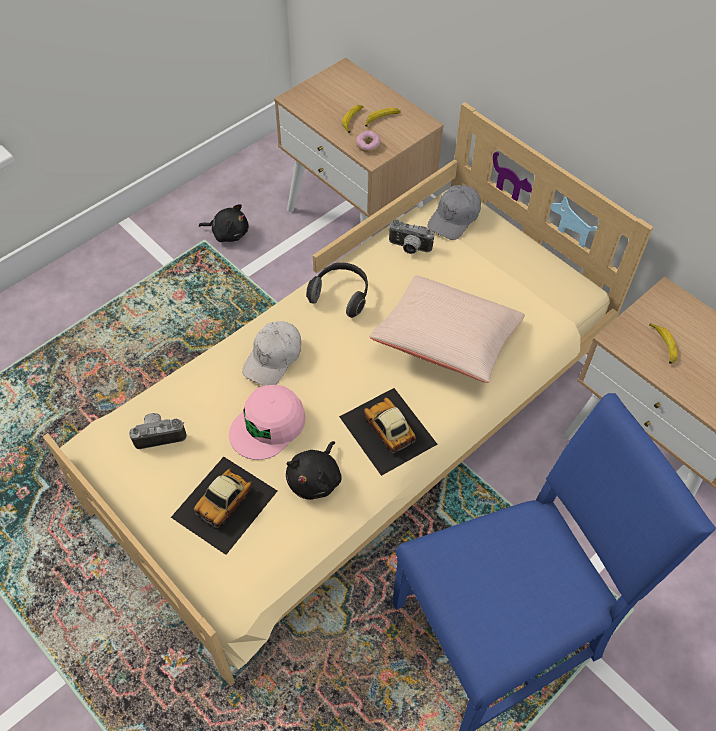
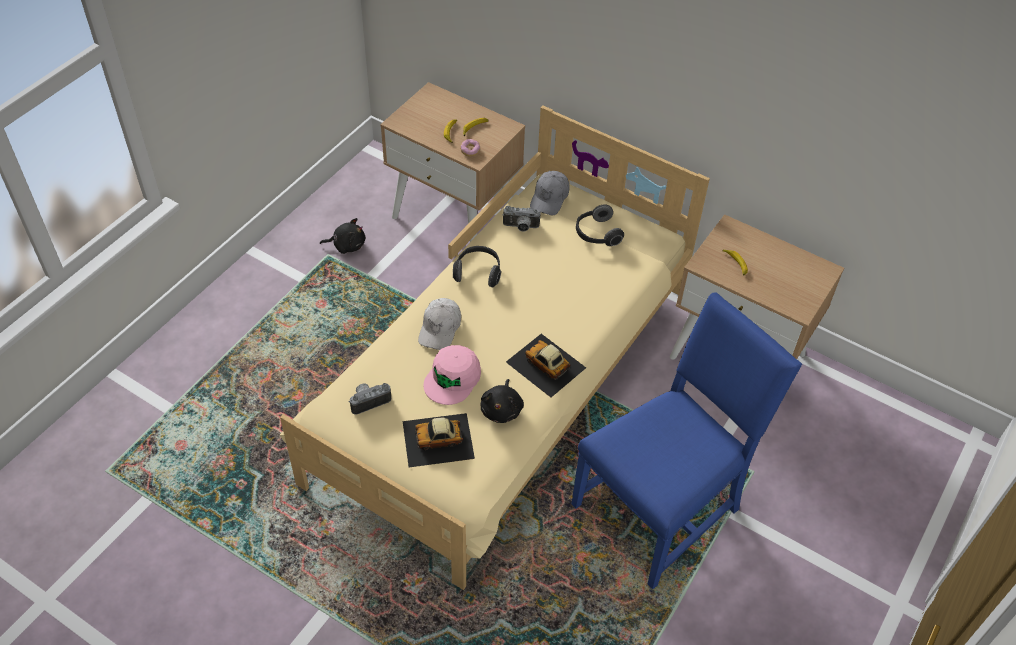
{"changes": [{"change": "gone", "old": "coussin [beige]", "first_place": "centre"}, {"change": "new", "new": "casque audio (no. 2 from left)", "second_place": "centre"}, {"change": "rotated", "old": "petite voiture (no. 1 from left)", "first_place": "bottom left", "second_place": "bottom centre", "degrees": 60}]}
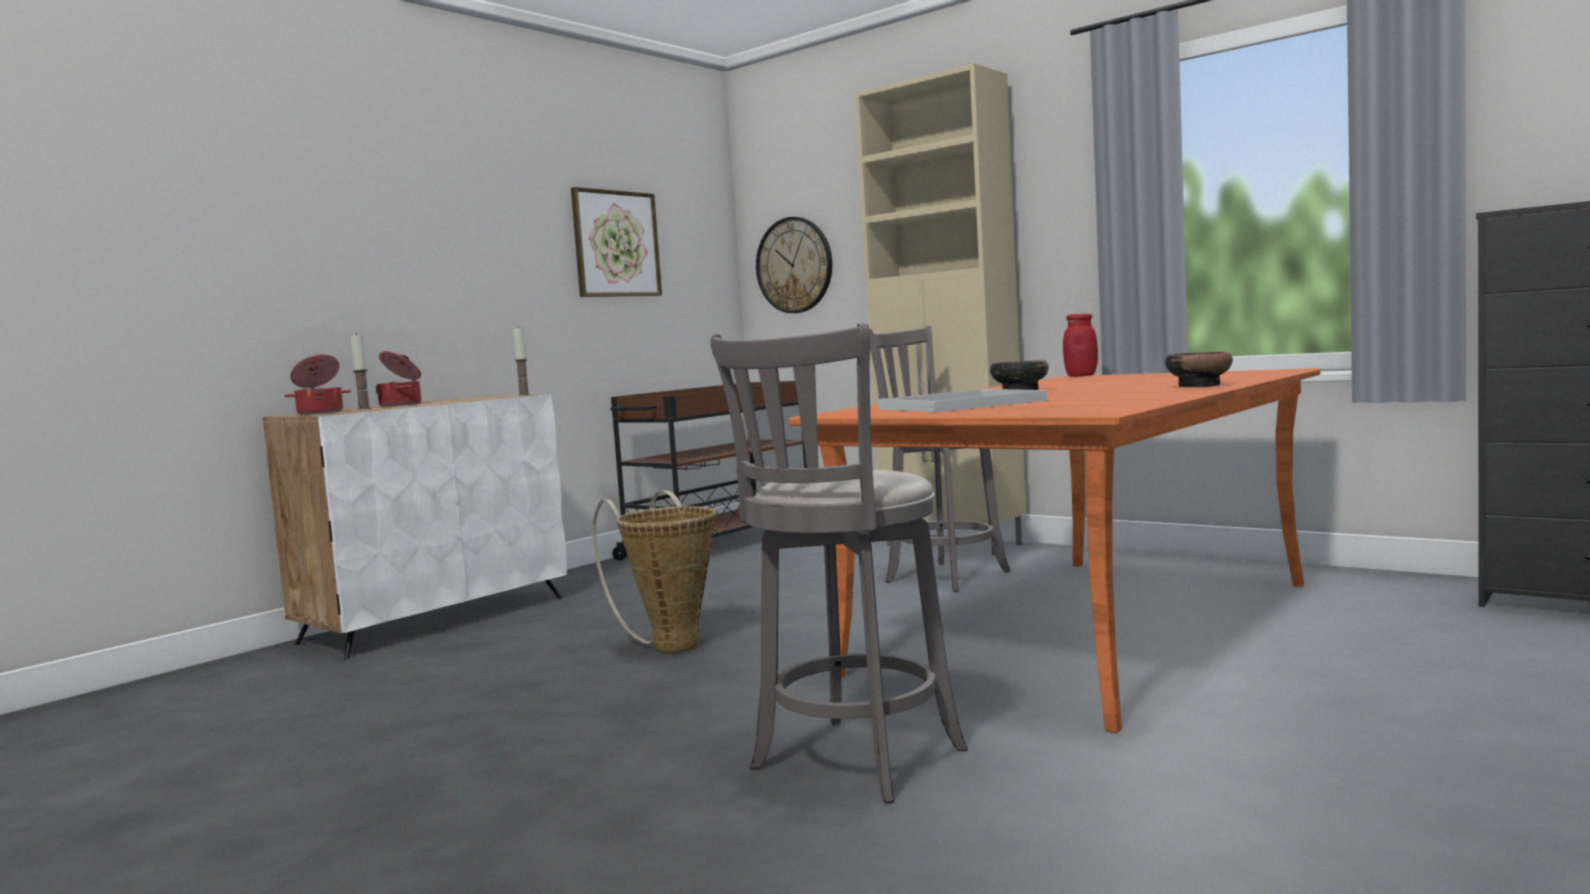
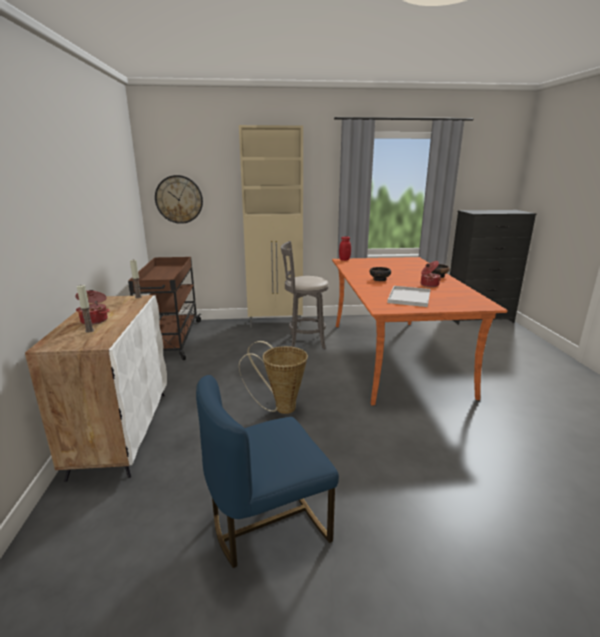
{"changes": [{"change": "gone", "old": "tableau", "first_place": "top centre"}, {"change": "gone", "old": "tabouret [gris] (no. 1 from left)", "first_place": "centre"}, {"change": "new", "new": "chaise [bleu]", "second_place": "bottom centre"}, {"change": "shifted", "old": "marmite (no. 1 from left in the first image)", "new": "marmite (no. 2 from left)", "first_place": "middle left", "second_place": "middle right"}]}
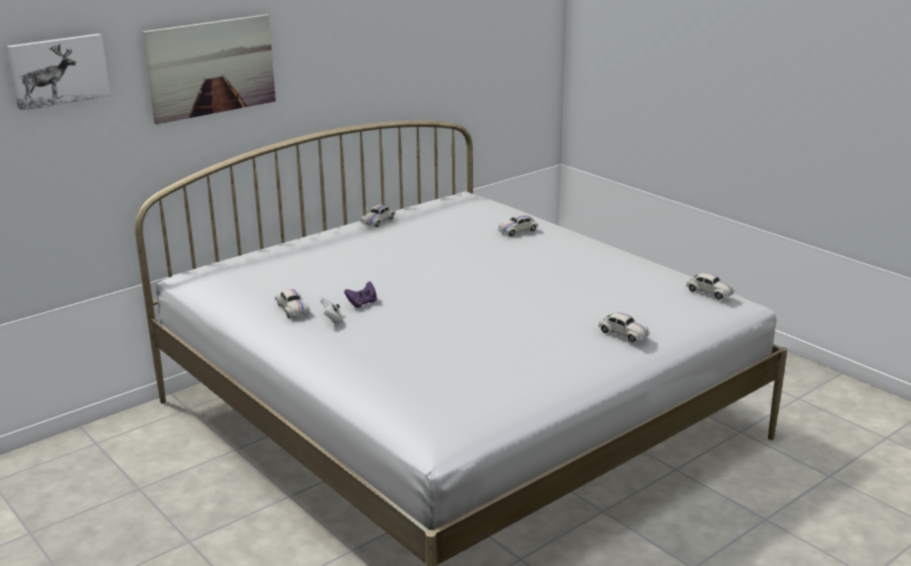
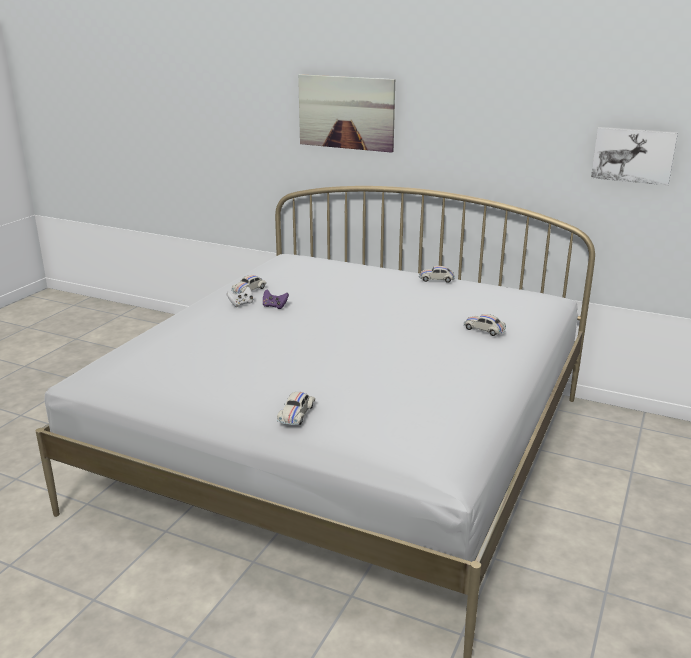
{"changes": [{"change": "gone", "old": "petite voiture [blanc] (no. 5 from left)", "first_place": "middle right"}, {"change": "shifted", "old": "tableau (no. 1 from left in the first image)", "new": "tableau (no. 2 from left)", "first_place": "top left", "second_place": "top right"}]}
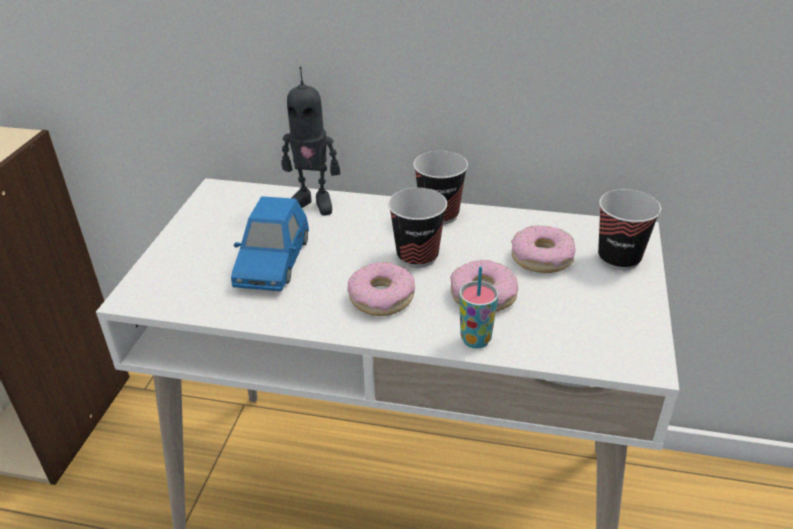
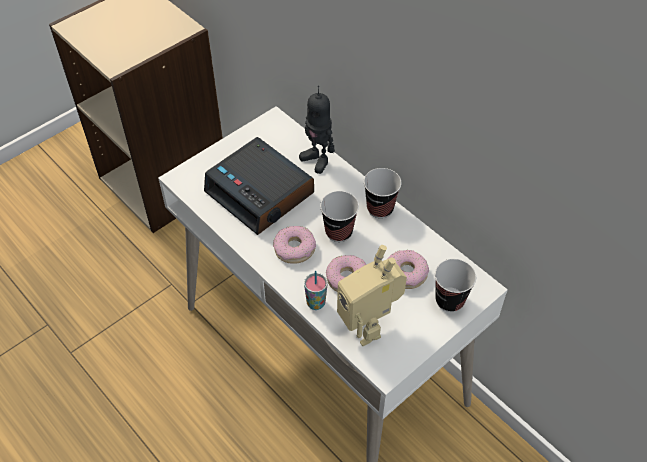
{"changes": [{"change": "new", "new": "robot jouet (no. 2 from left)", "second_place": "centre"}, {"change": "swapped", "old": "petite voiture [bleu]", "new": "réveil", "first_place": "centre", "second_place": "centre"}]}
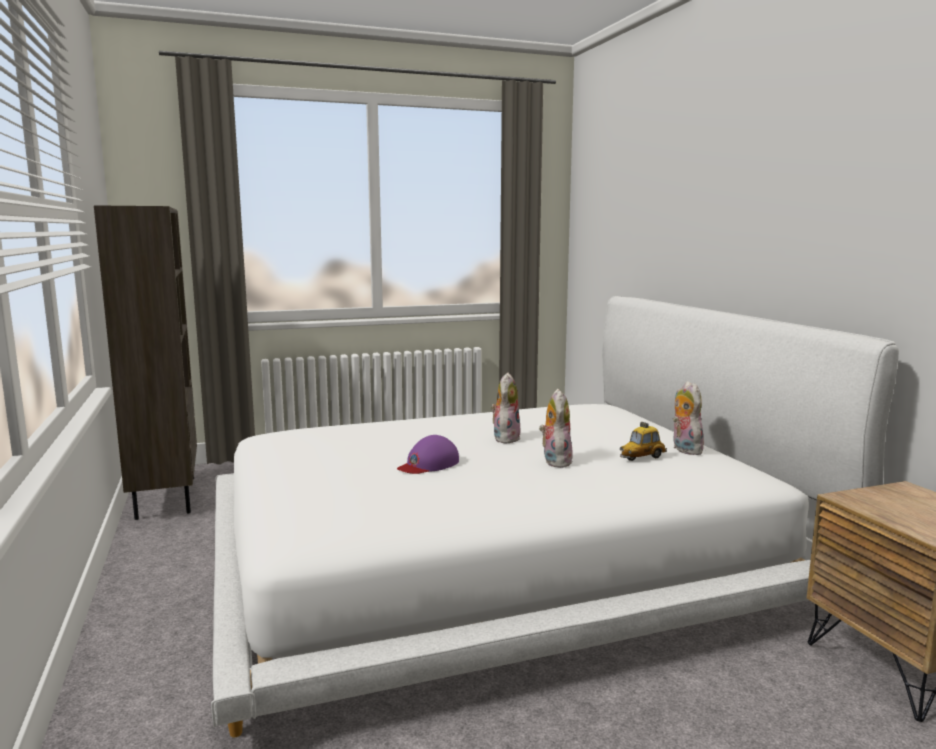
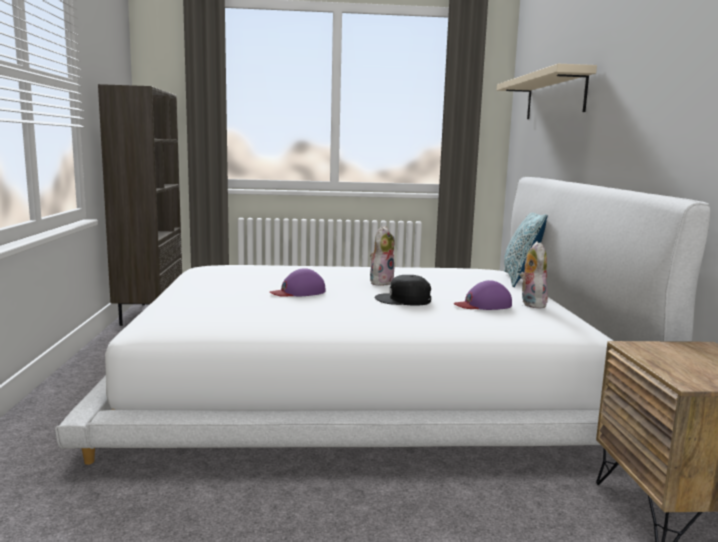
{"changes": [{"change": "new", "new": "étagère [beige]", "second_place": "top right"}, {"change": "new", "new": "coussin", "second_place": "middle right"}, {"change": "swapped", "old": "peluche (no. 2 from left)", "new": "casquette [noir]", "first_place": "centre", "second_place": "centre"}, {"change": "swapped", "old": "petite voiture", "new": "casquette [violet] (no. 2 from left)", "first_place": "middle right", "second_place": "middle right"}]}
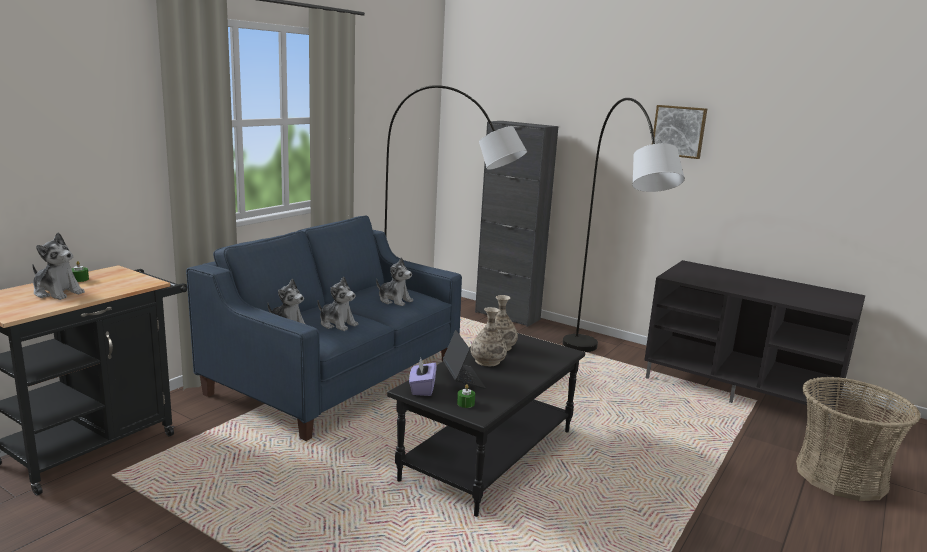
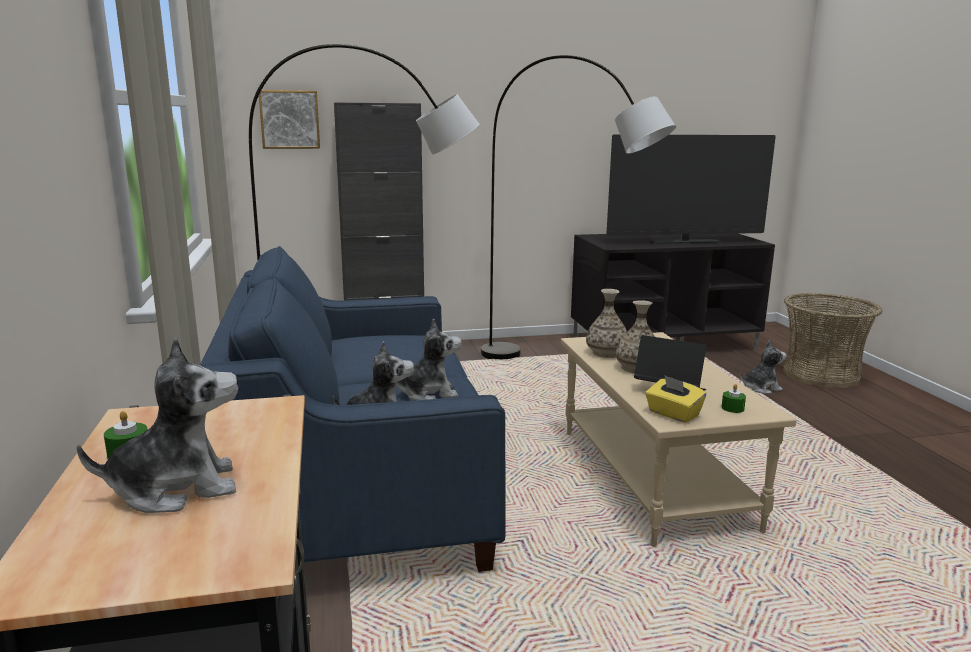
{"changes": [{"change": "new", "new": "téléviseur", "second_place": "top right"}, {"change": "shifted", "old": "peluche (no. 4 from left)", "first_place": "centre", "second_place": "middle right"}, {"change": "shifted", "old": "tableau", "first_place": "top right", "second_place": "top left"}, {"change": "repainted", "old": "table basse [noir]", "new": "table basse [beige]", "first_place": "bottom centre", "second_place": "bottom right"}, {"change": "repainted", "old": "boîte à mouchoirs [violet]", "new": "boîte à mouchoirs [jaune]", "first_place": "bottom centre", "second_place": "middle right"}]}
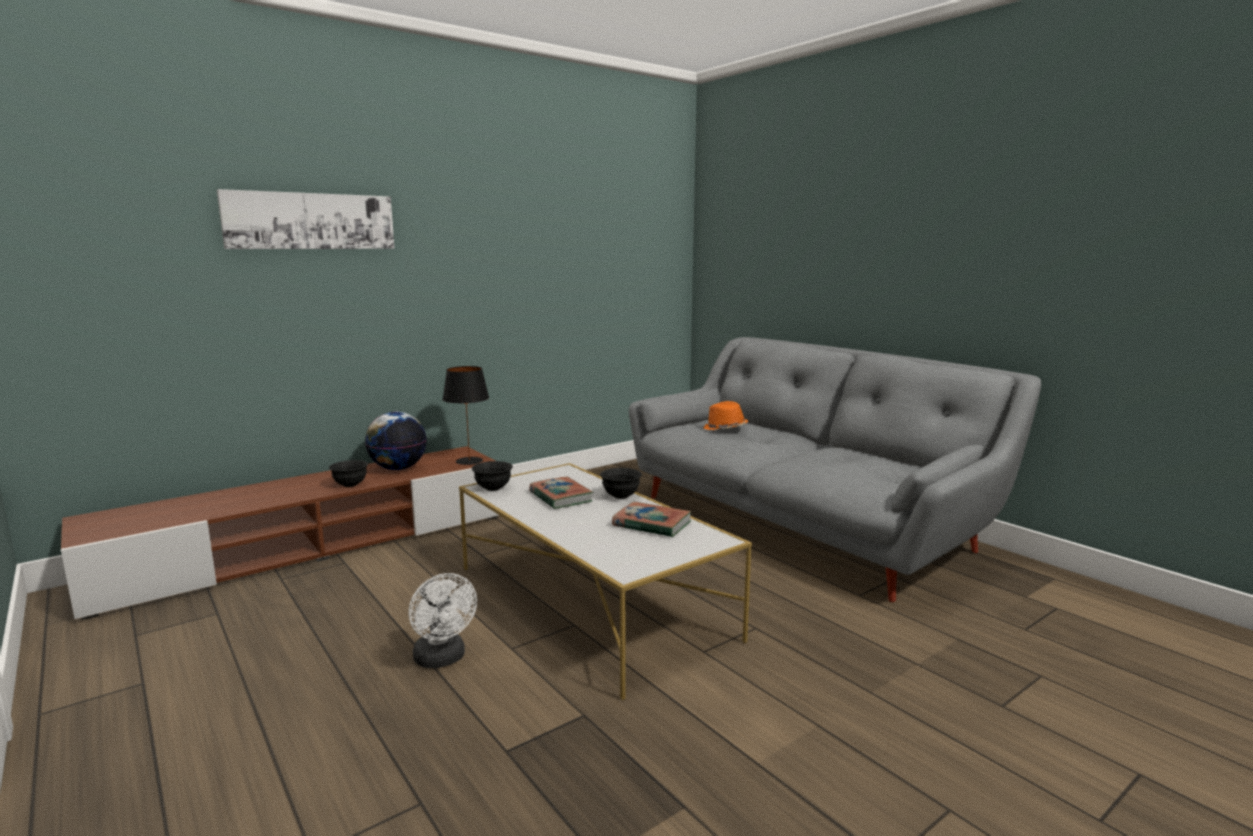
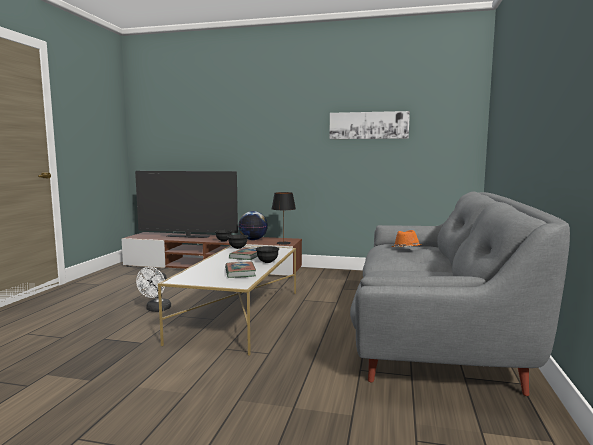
{"changes": [{"change": "new", "new": "téléviseur", "second_place": "middle left"}, {"change": "shifted", "old": "tableau", "first_place": "top left", "second_place": "top centre"}]}
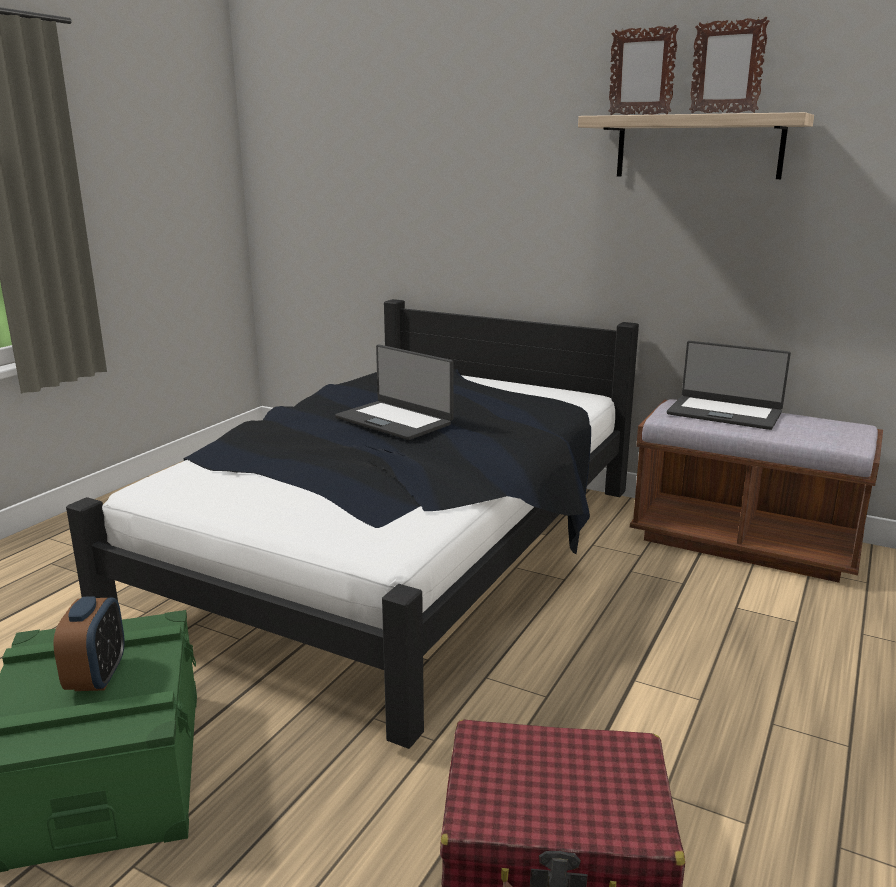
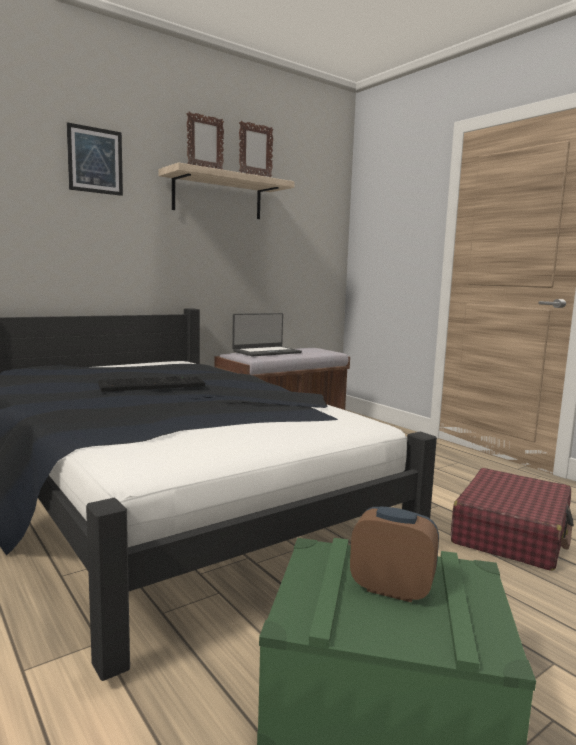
{"changes": [{"change": "new", "new": "tableau", "second_place": "top left"}, {"change": "swapped", "old": "ordinateur portable (no. 1 from left)", "new": "clavier", "first_place": "centre", "second_place": "middle left"}]}
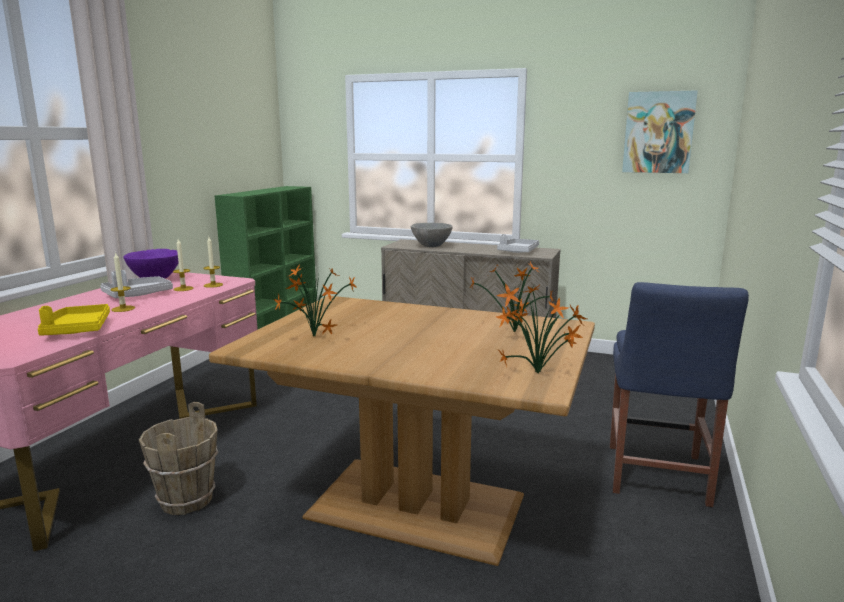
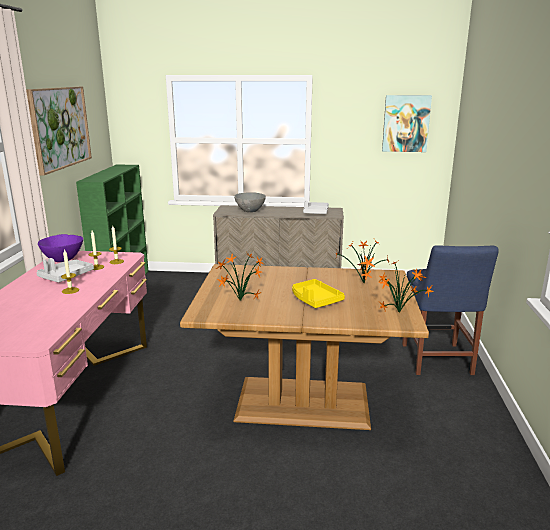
{"changes": [{"change": "gone", "old": "seau [marron]", "first_place": "bottom left"}, {"change": "new", "new": "tableau (no. 1 from left)", "second_place": "top left"}, {"change": "shifted", "old": "plateau [jaune]", "first_place": "middle left", "second_place": "centre"}]}
